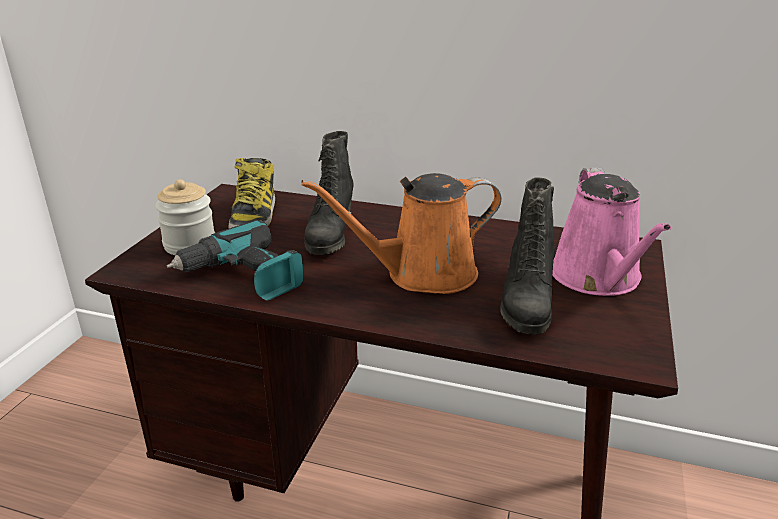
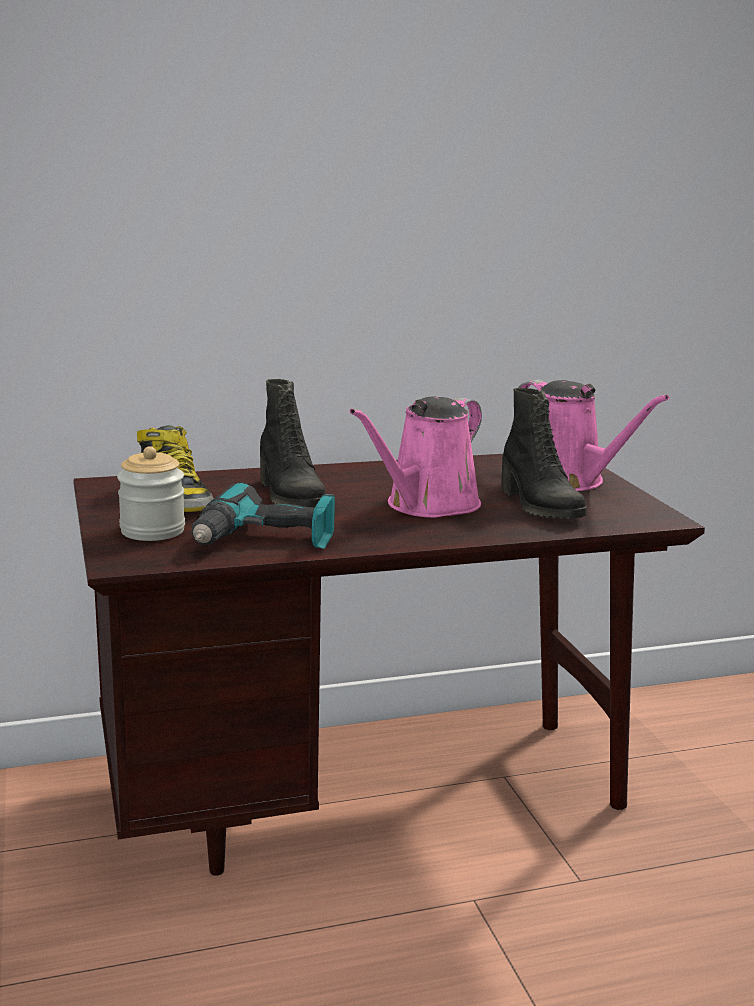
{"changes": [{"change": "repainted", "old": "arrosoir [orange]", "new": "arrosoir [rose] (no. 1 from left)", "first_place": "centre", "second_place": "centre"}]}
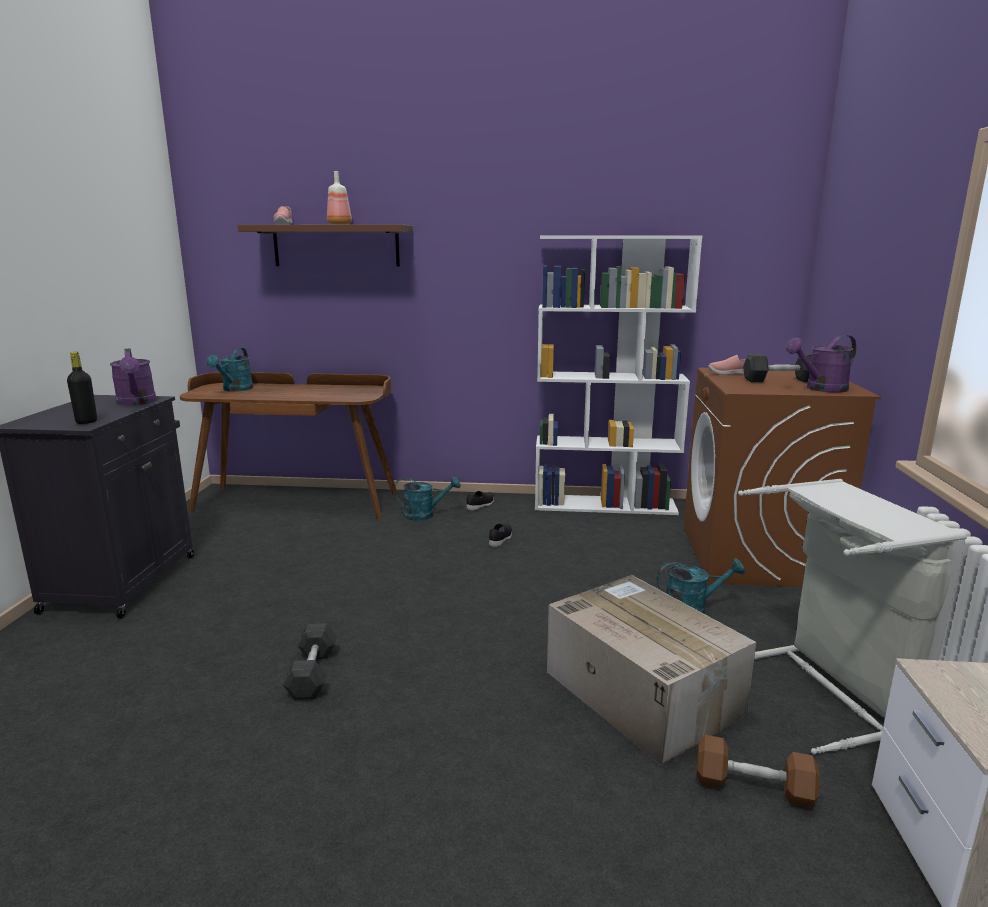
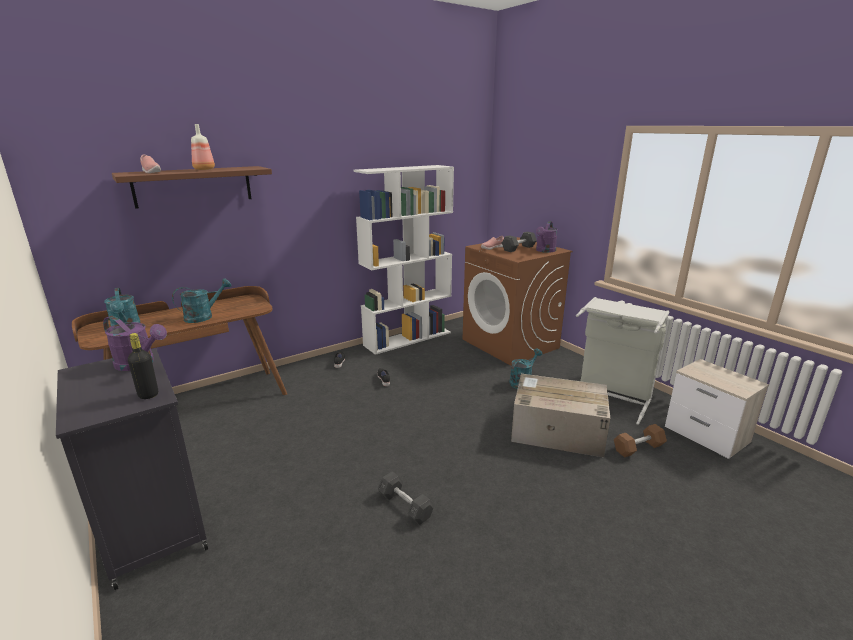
{"changes": [{"change": "shifted", "old": "arrosoir [turquoise] (no. 2 from left)", "first_place": "centre", "second_place": "middle left"}]}
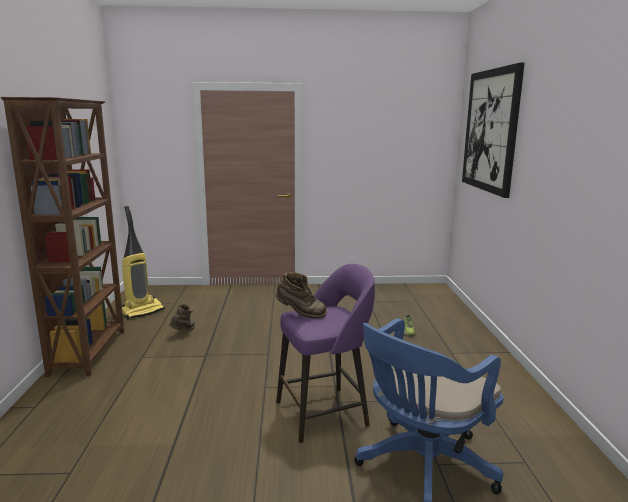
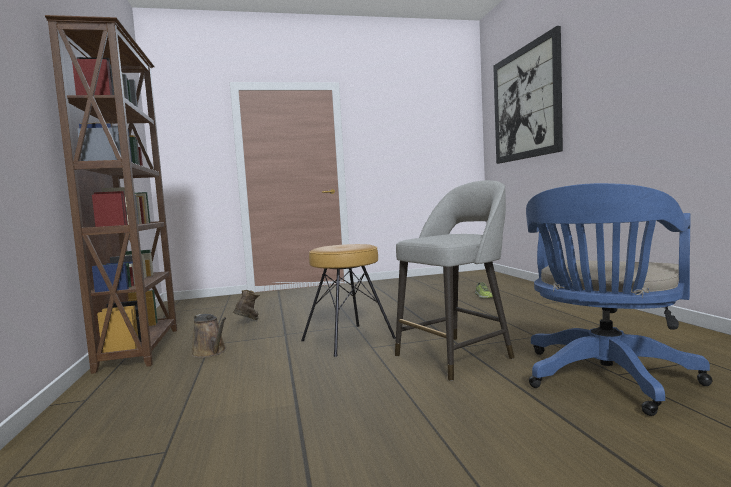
{"changes": [{"change": "gone", "old": "aspirateur", "first_place": "middle left"}, {"change": "gone", "old": "botte [marron] (no. 2 from left)", "first_place": "centre"}, {"change": "new", "new": "arrosoir [marron]", "second_place": "bottom left"}, {"change": "new", "new": "tabouret [marron]", "second_place": "centre"}, {"change": "repainted", "old": "tabouret [violet]", "new": "tabouret [gris]", "first_place": "bottom centre", "second_place": "centre"}]}
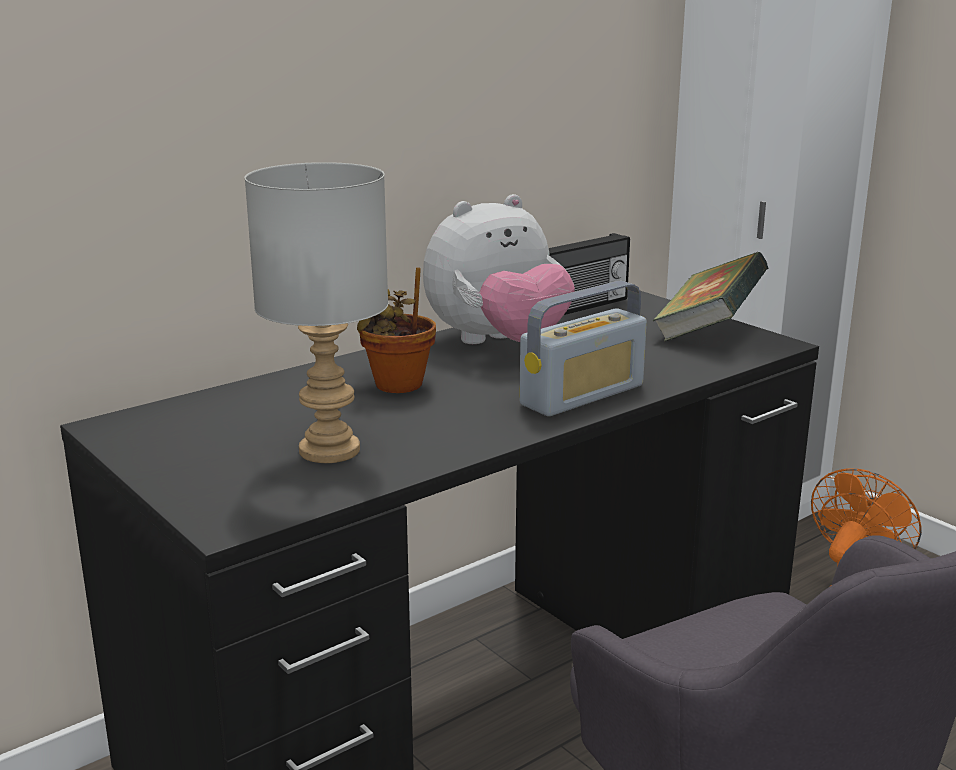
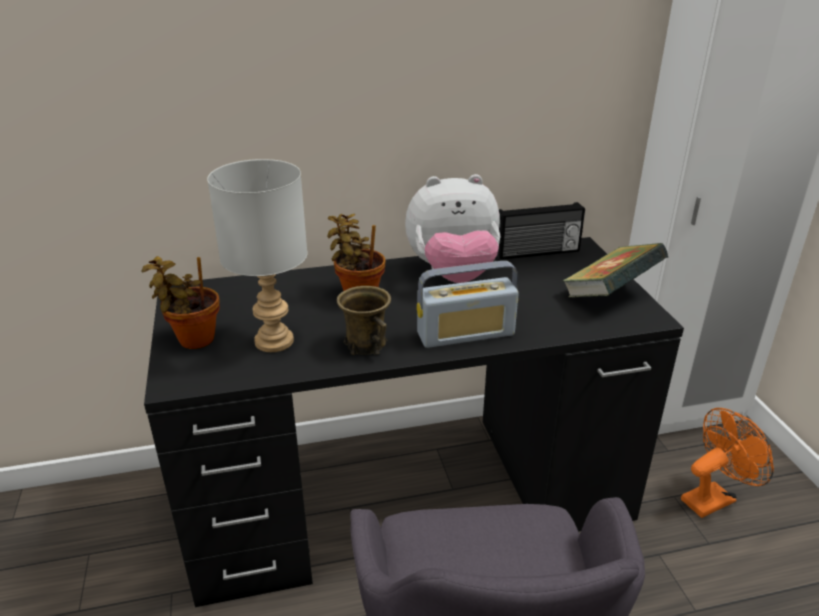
{"changes": [{"change": "new", "new": "plante en pot (no. 1 from left)", "second_place": "middle left"}, {"change": "new", "new": "mug [marron]", "second_place": "centre"}]}
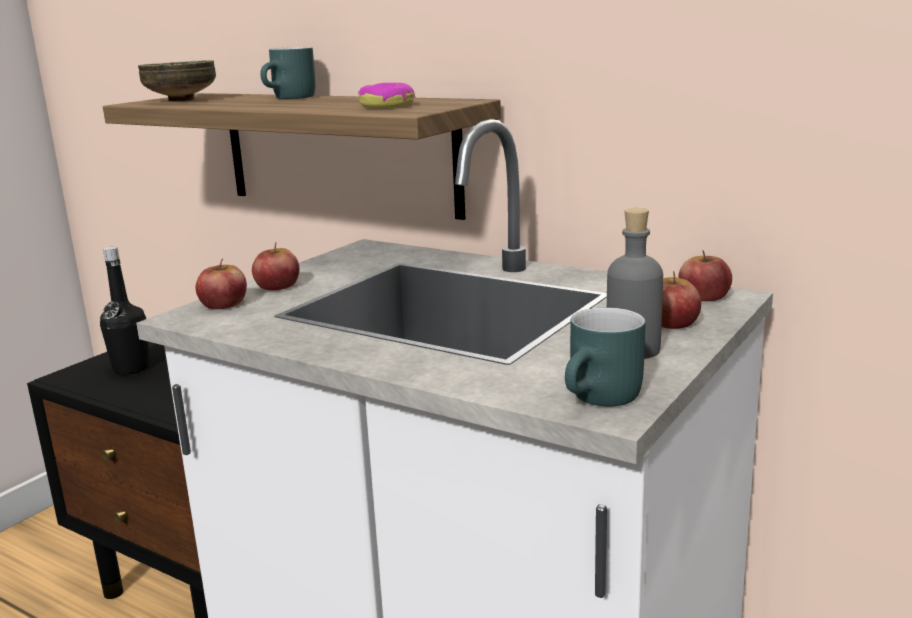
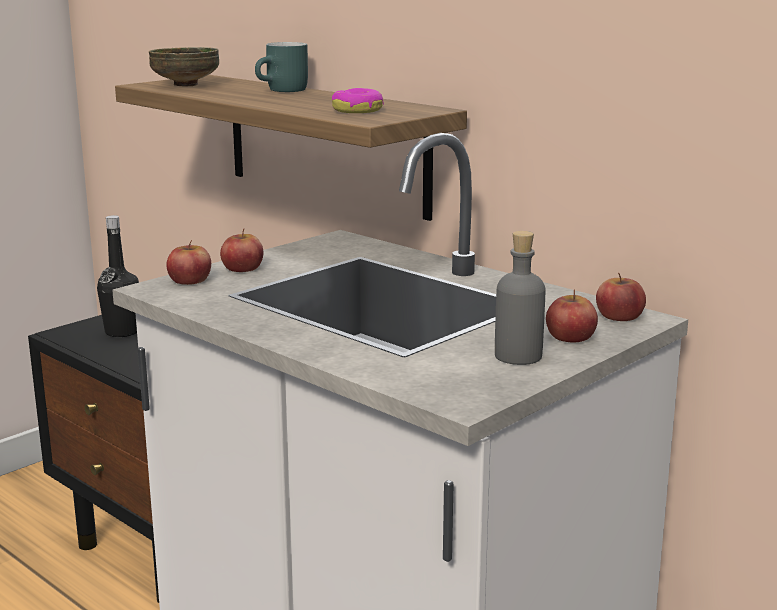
{"changes": [{"change": "gone", "old": "mug [turquoise] (no. 2 from left)", "first_place": "centre"}]}
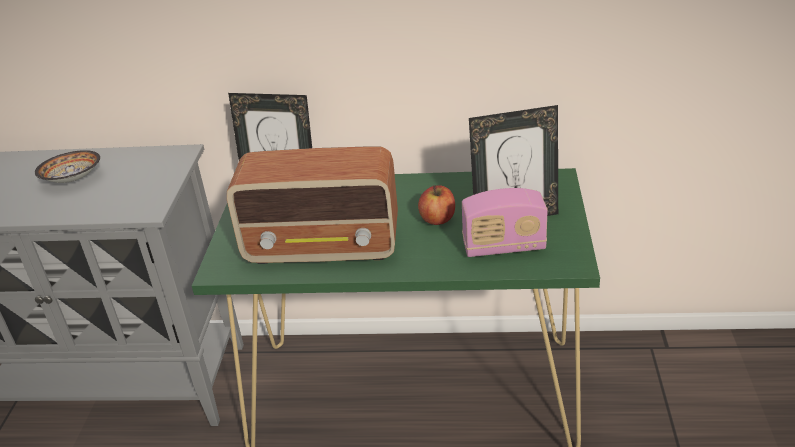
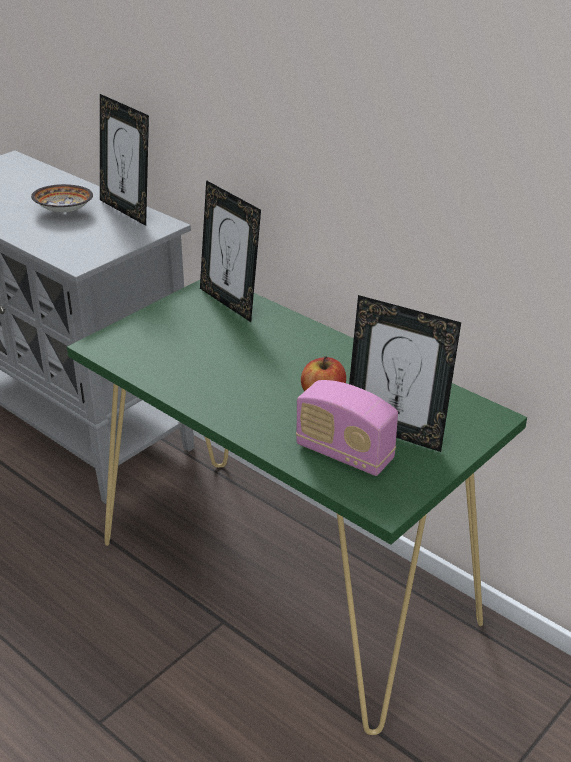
{"changes": [{"change": "gone", "old": "radio (no. 1 from left)", "first_place": "centre"}, {"change": "new", "new": "cadre photo (no. 1 from left)", "second_place": "top left"}]}
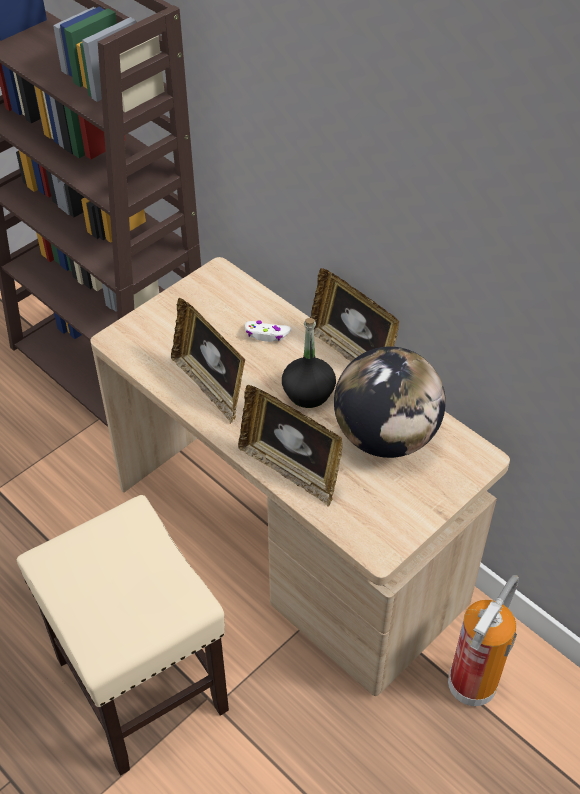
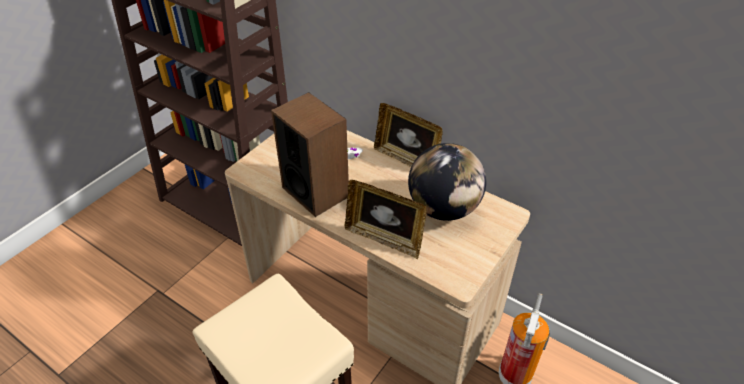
{"changes": [{"change": "gone", "old": "bouteille [noir]", "first_place": "centre"}, {"change": "swapped", "old": "cadre photo (no. 1 from left)", "new": "enceinte", "first_place": "centre", "second_place": "centre"}]}
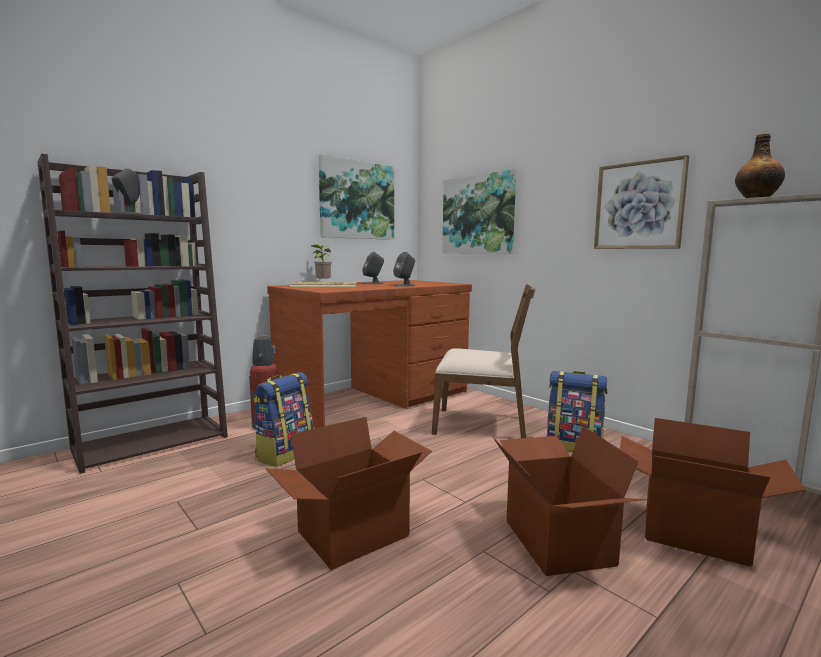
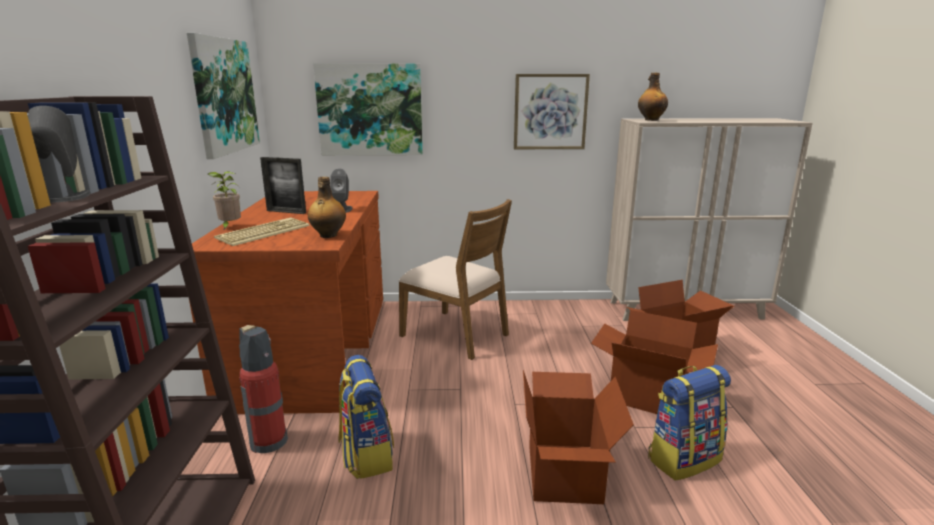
{"changes": [{"change": "new", "new": "bouteille (no. 1 from left)", "second_place": "centre"}, {"change": "shifted", "old": "sac à dos (no. 2 from left)", "first_place": "middle right", "second_place": "bottom right"}, {"change": "swapped", "old": "enceinte [gris] (no. 2 from left)", "new": "cadre photo", "first_place": "centre", "second_place": "middle left"}, {"change": "rotated", "old": "chaise [marron]", "first_place": "centre", "second_place": "centre", "degrees": 75}]}
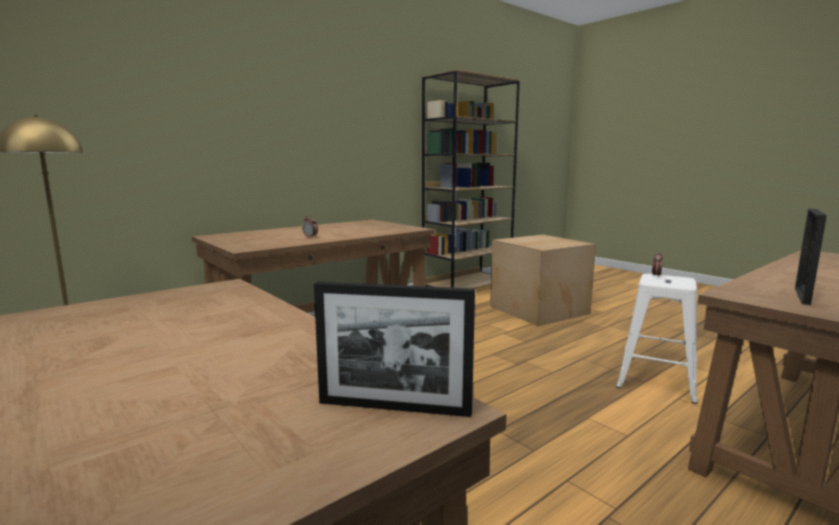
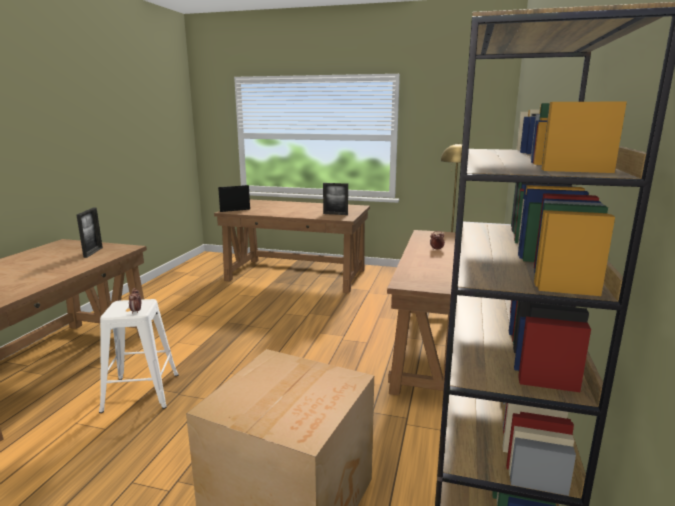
{"changes": [{"change": "new", "new": "cadre photo (no. 3 from left)", "second_place": "centre"}]}
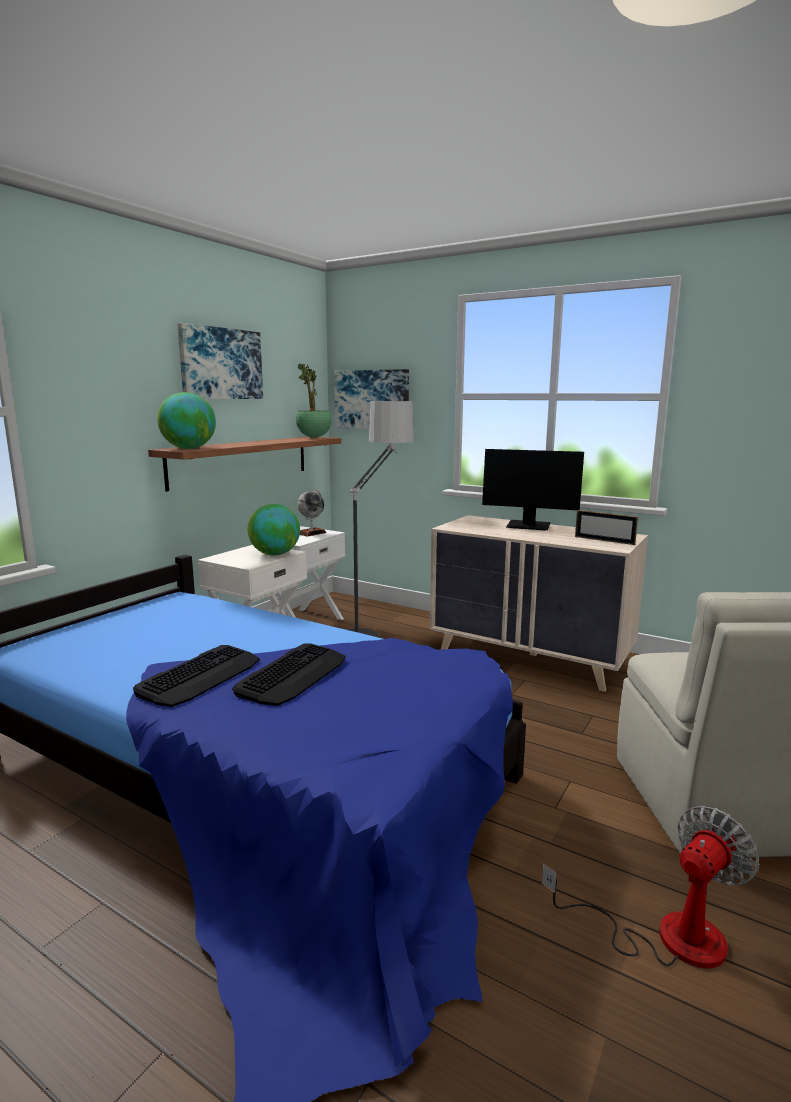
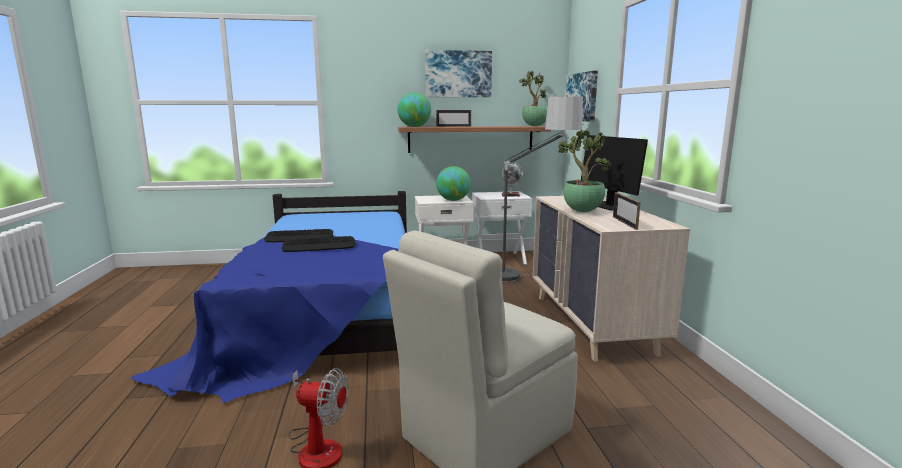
{"changes": [{"change": "new", "new": "cadre photo (no. 1 from left)", "second_place": "top centre"}, {"change": "new", "new": "plante en pot (no. 2 from left)", "second_place": "centre"}]}
